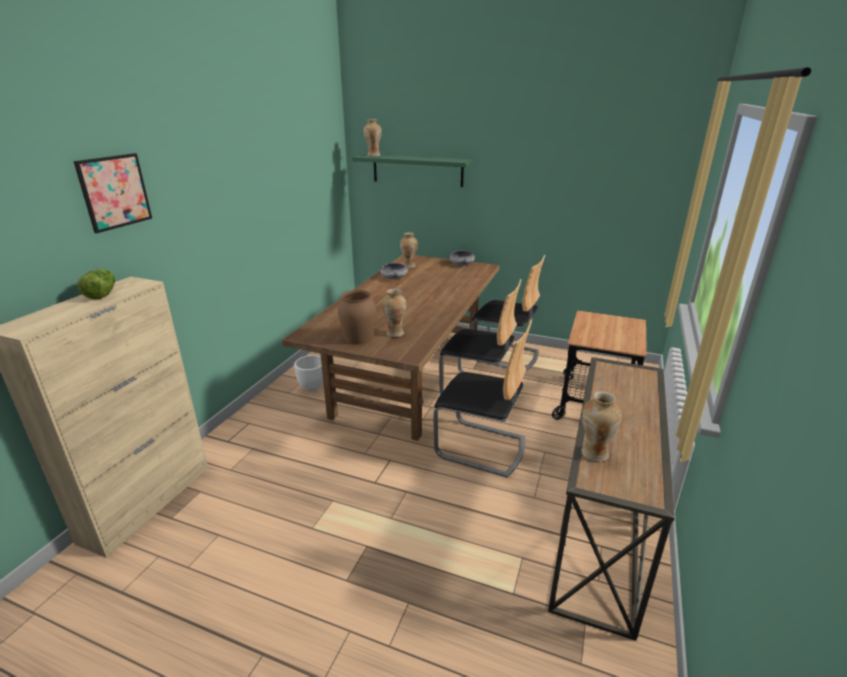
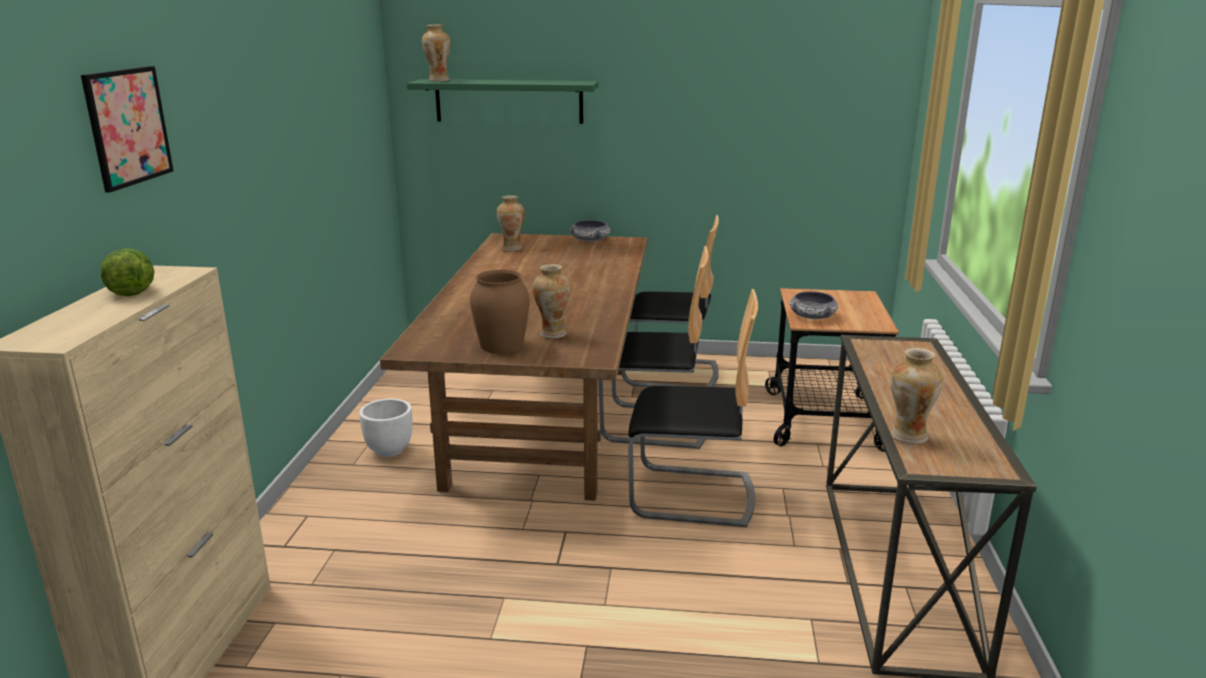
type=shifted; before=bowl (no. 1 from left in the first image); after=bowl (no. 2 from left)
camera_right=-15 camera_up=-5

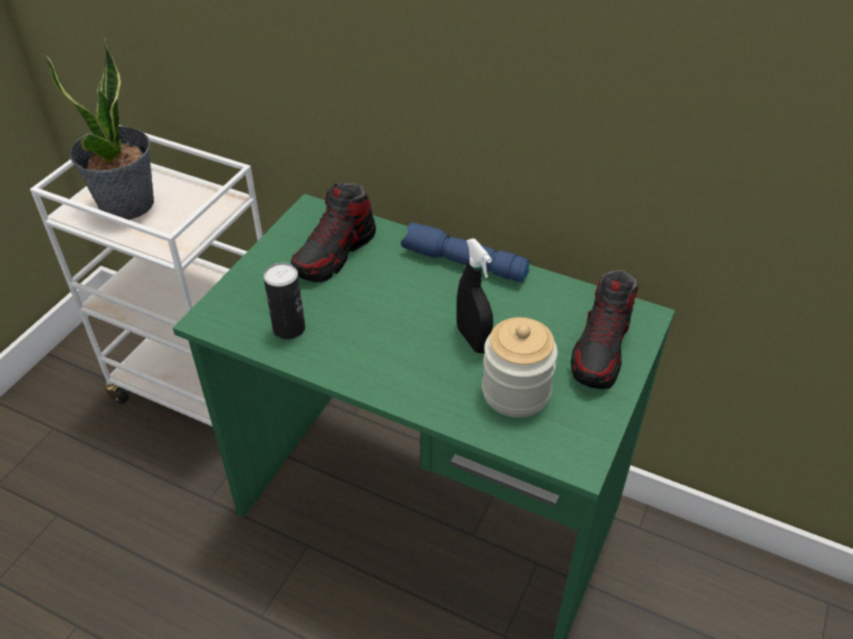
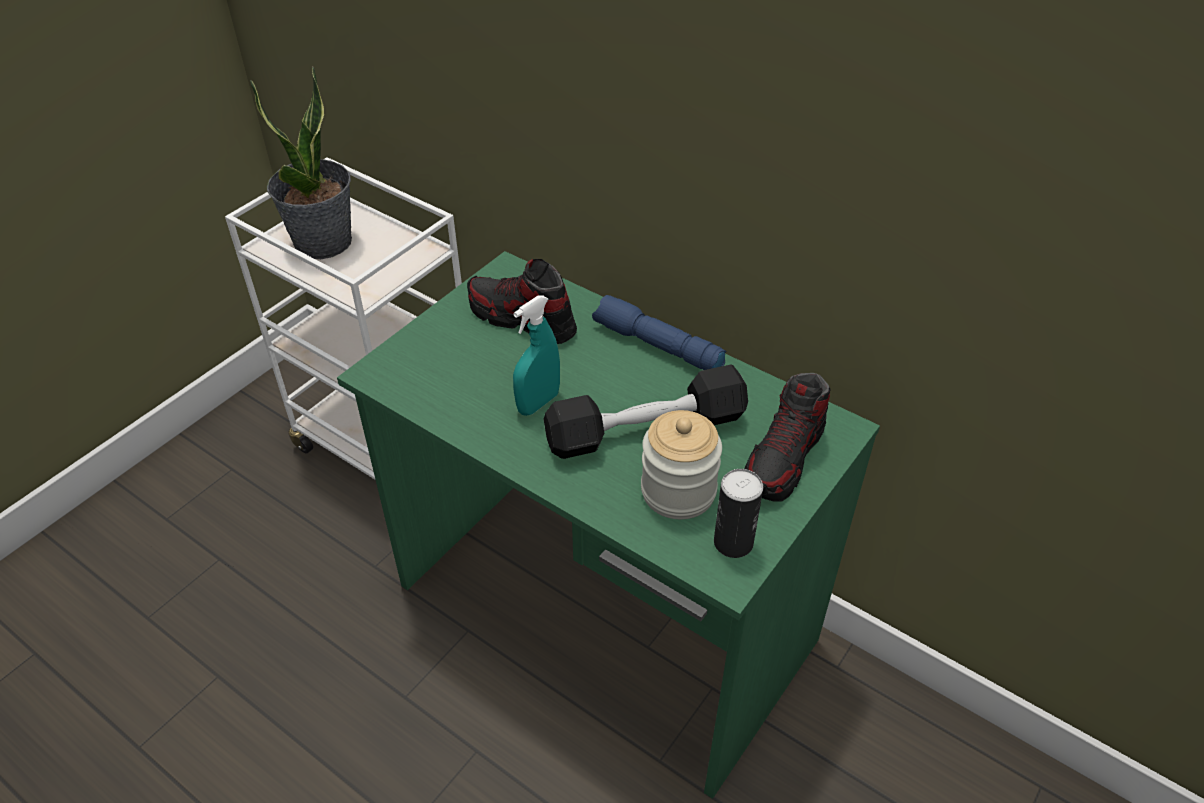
type=rotated; before=shoe (no. 1 from left); turn=75
type=new; after=turquoise spray bottle
type=swapped; before=blackish spray bottle; after=blackish free weight
type=shifted; before=metal can
camera_right=10 camera_up=0

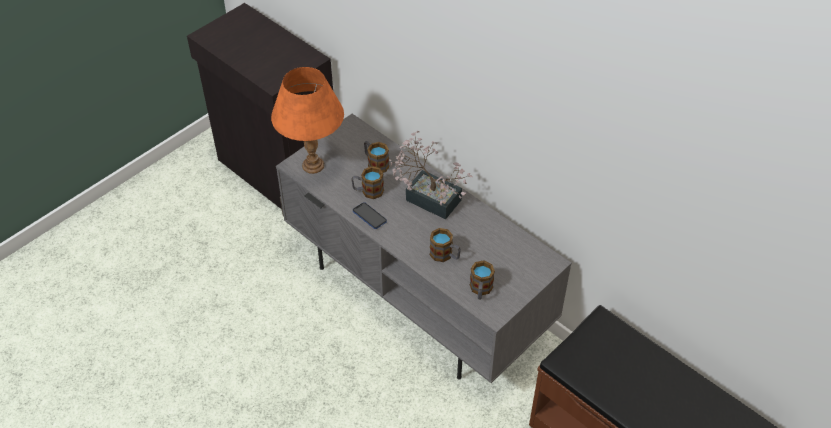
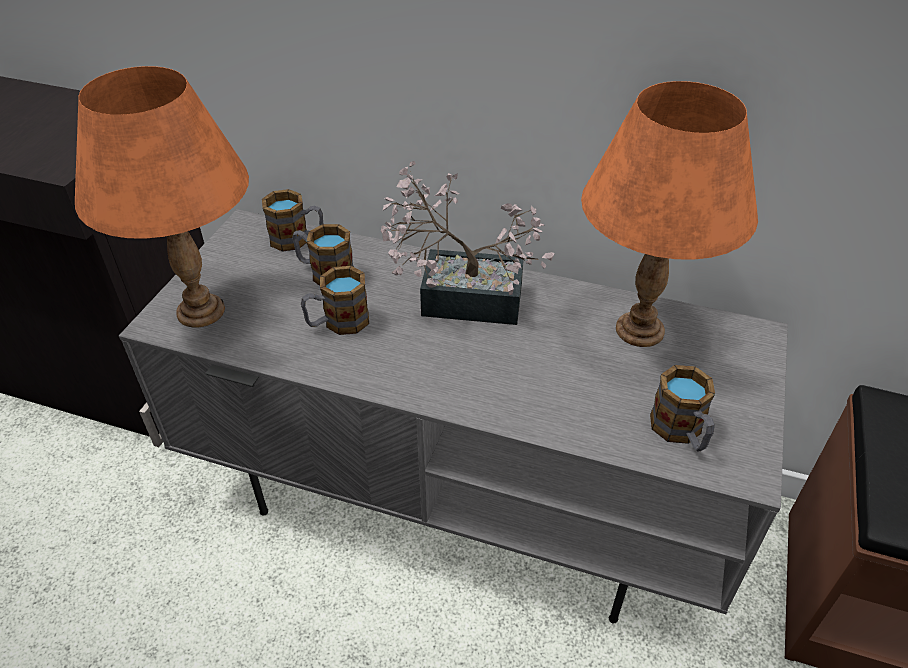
type=shifted; before=mug (no. 3 from left in the first image); after=mug (no. 1 from left)
type=new; after=orange lamp for a table (no. 2 from left)
type=gone; before=phone
camera_right=-25 camera_up=-5

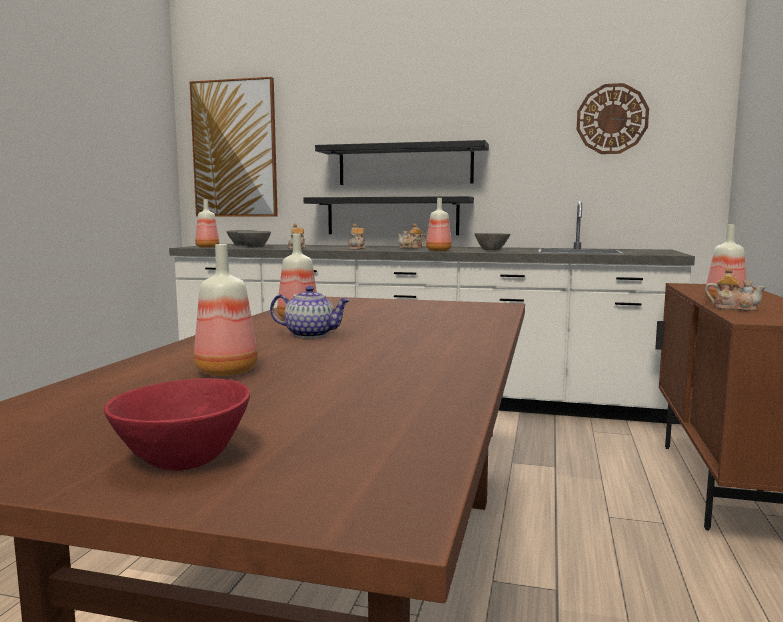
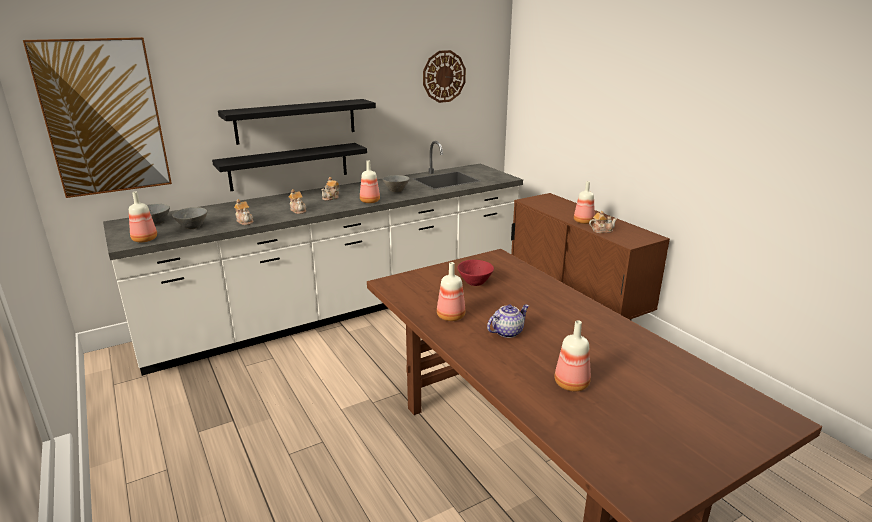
type=shifted; before=red-coloured bowl
camera_right=-45 camera_up=15

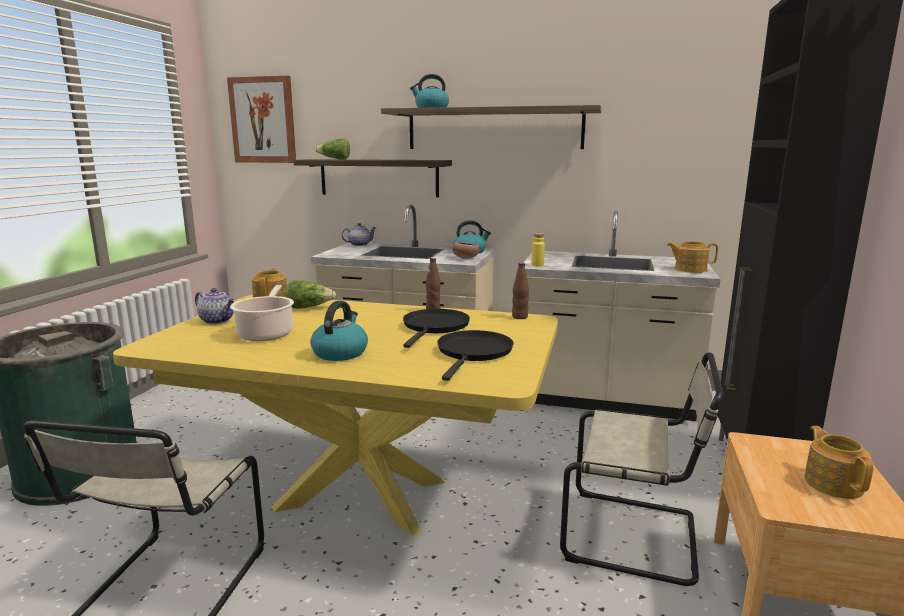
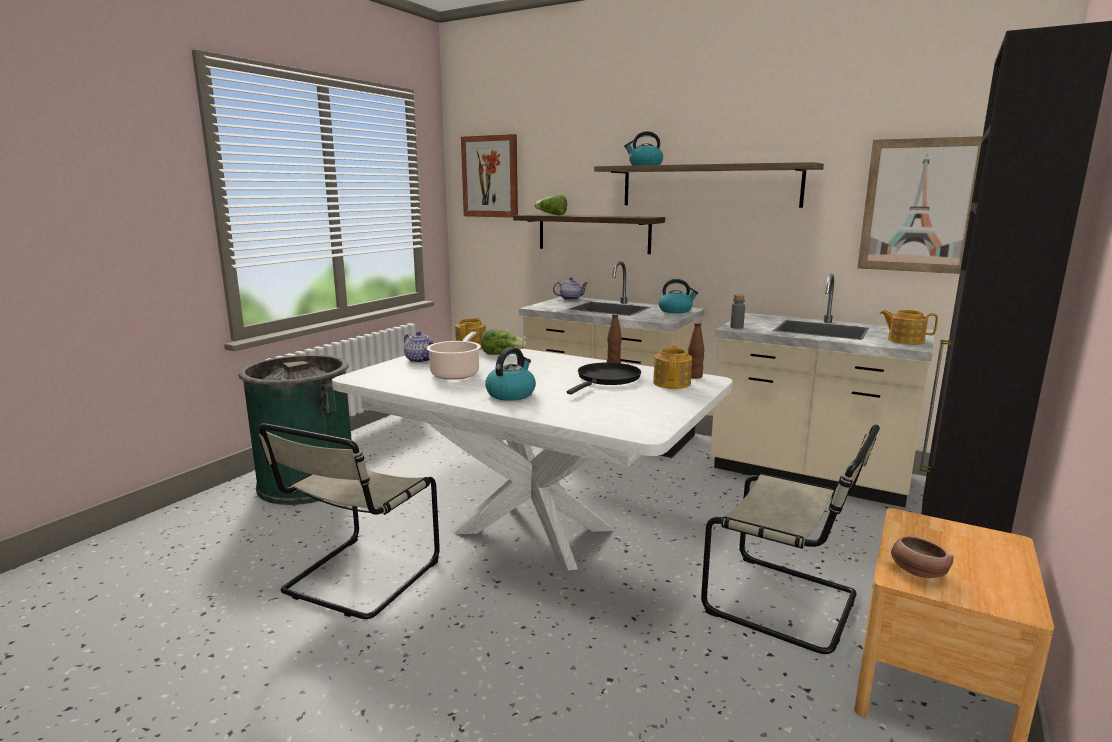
type=repainted; before=yellow-coloured kitchen table; after=white-coloured kitchen table
type=shifted; before=pot for tea (no. 5 from left in the first image); after=pot for tea (no. 4 from left)
type=repainted; before=yellow-coloured drink bottle; after=grey drink bottle
type=new; after=picture (no. 2 from left)
type=shifted; before=bowl
type=gone; before=blackish skillet (no. 2 from left)
camera_right=15 camera_up=0

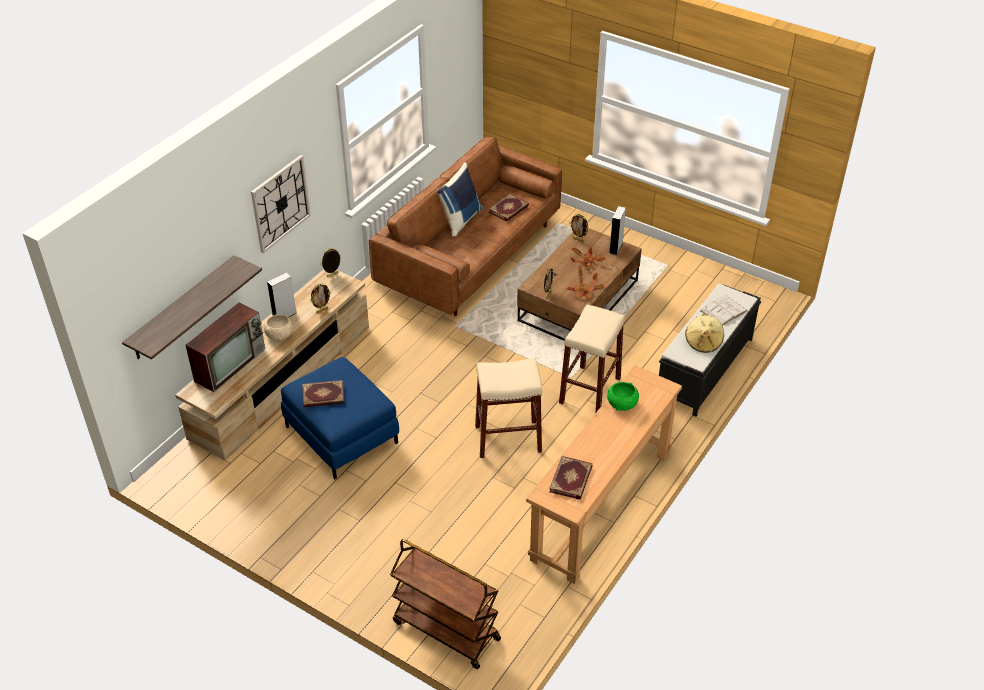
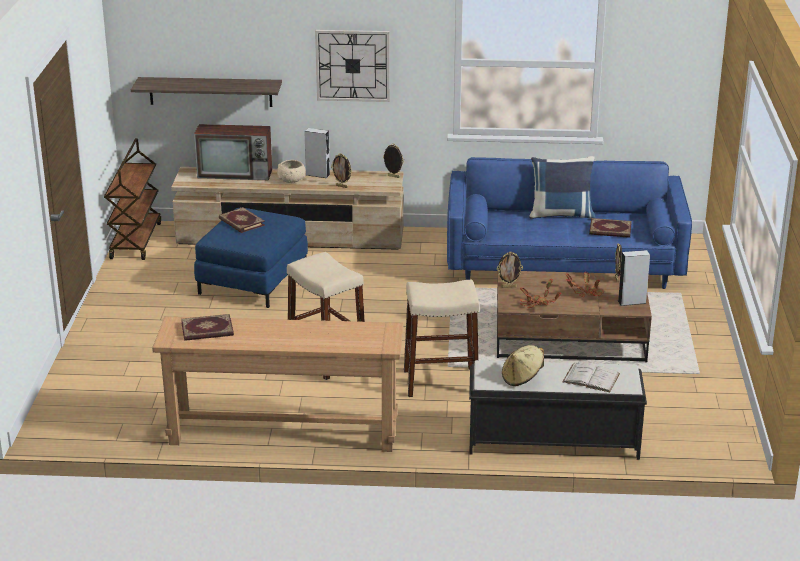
type=shifted; before=brownish trolley
type=repainted; before=brownish couch; after=blue-coloured couch
type=gone; before=green bowl
camera_right=60 camera_up=-15

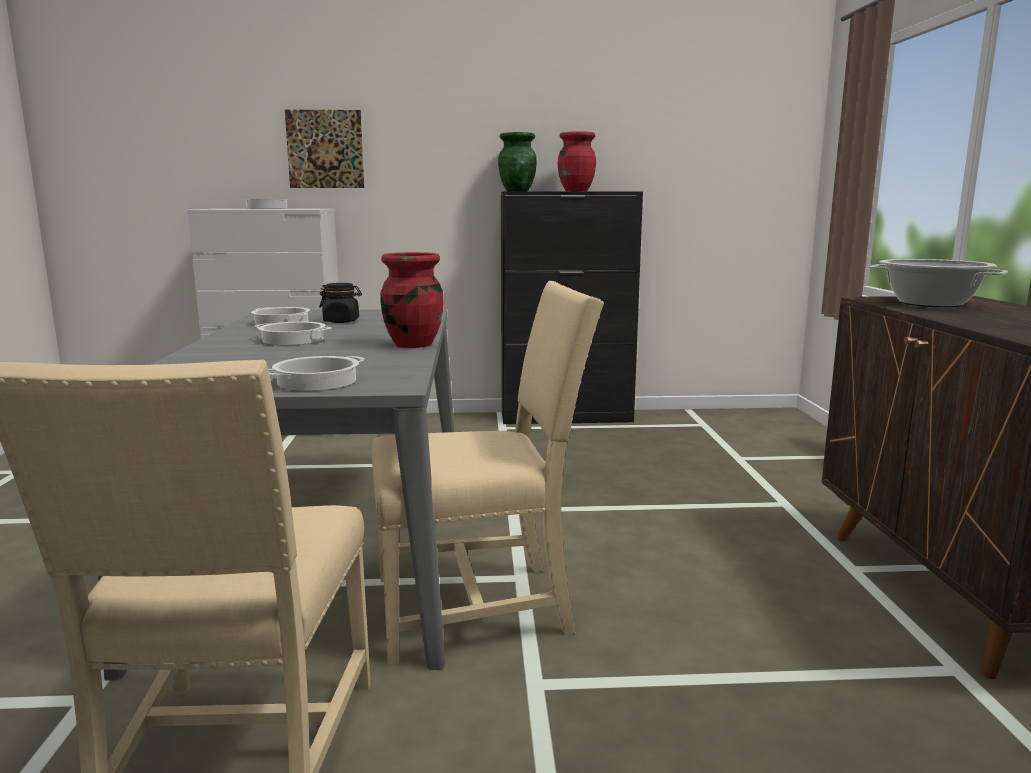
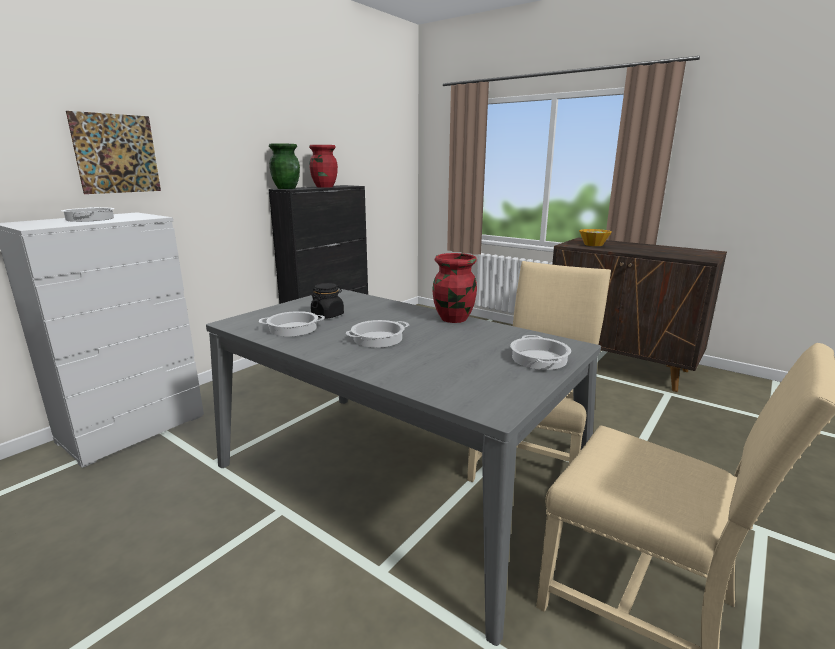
type=swapped; before=stockpot (no. 5 from left); after=bowl
camera_right=-50 camera_up=5

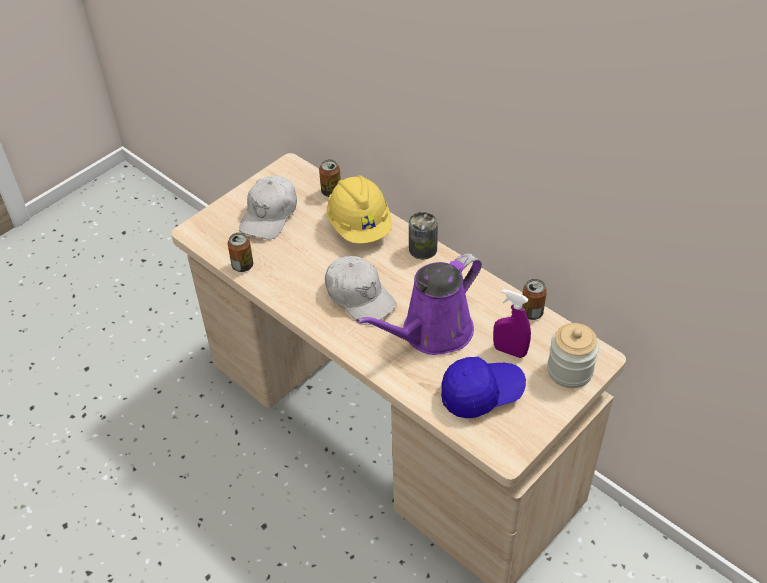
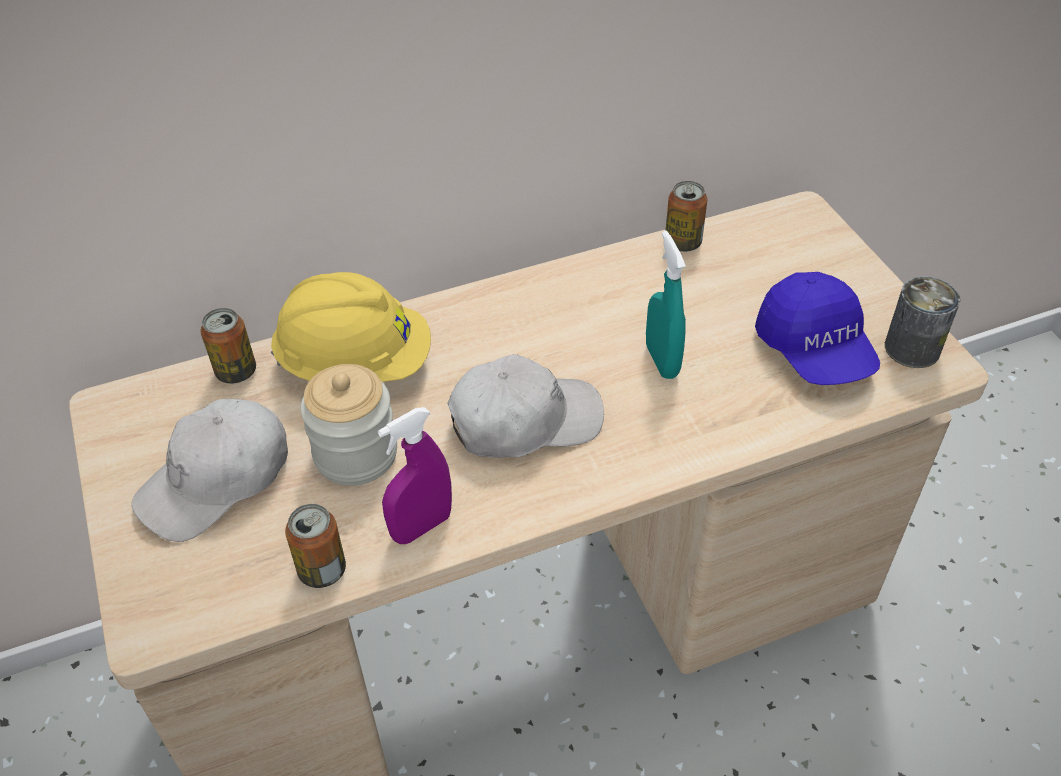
type=rotated; before=white-coloured cap (no. 1 from left); turn=90
type=shifted; before=preserve jar
type=shifted; before=purple spray bottle
type=swapped; before=purple sprinkling can; after=turquoise spray bottle
type=rotated; before=blue-coloured cap; turn=150
type=shifted; before=metal can (no. 3 from left in the first image); after=metal can (no. 4 from left)
camera_right=-65 camera_up=0

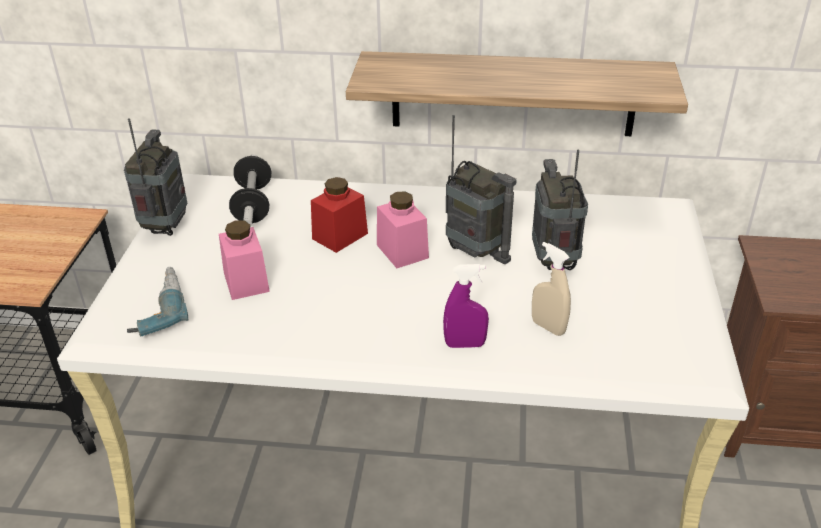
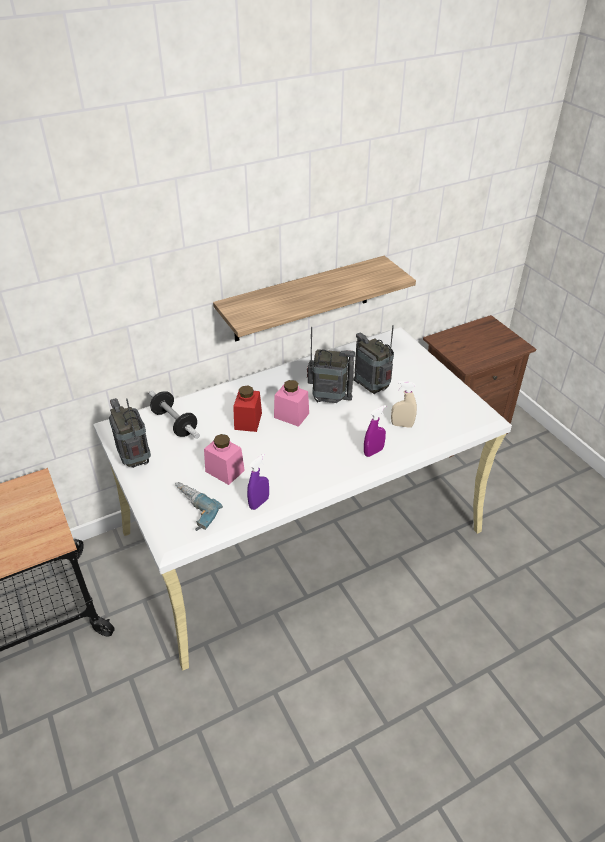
type=new; after=purple spray bottle (no. 1 from left)
camera_right=-35 camera_up=5

